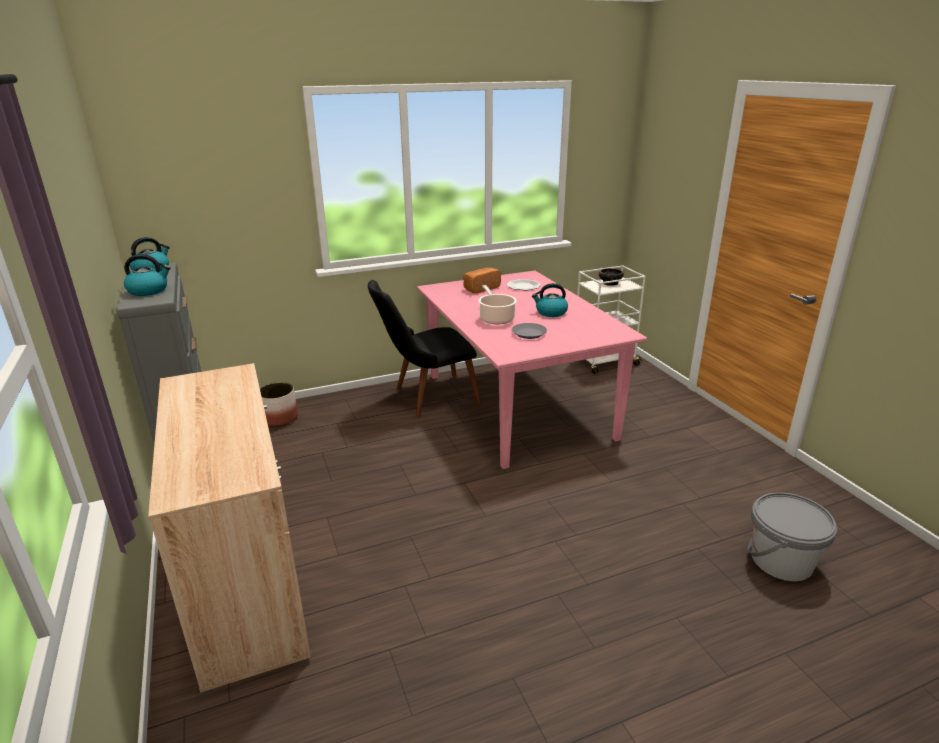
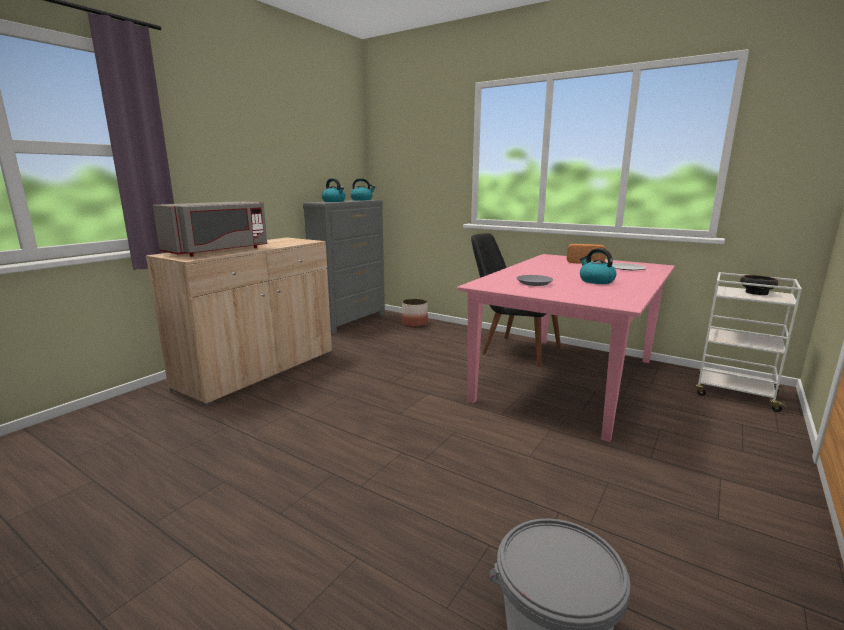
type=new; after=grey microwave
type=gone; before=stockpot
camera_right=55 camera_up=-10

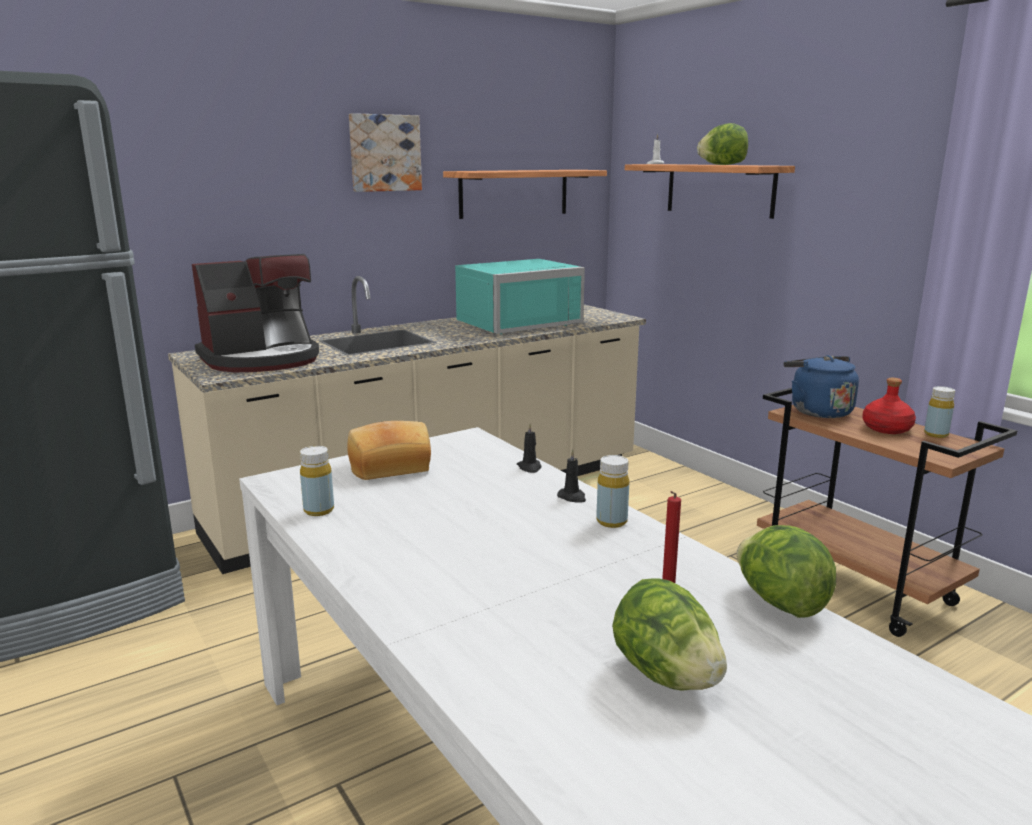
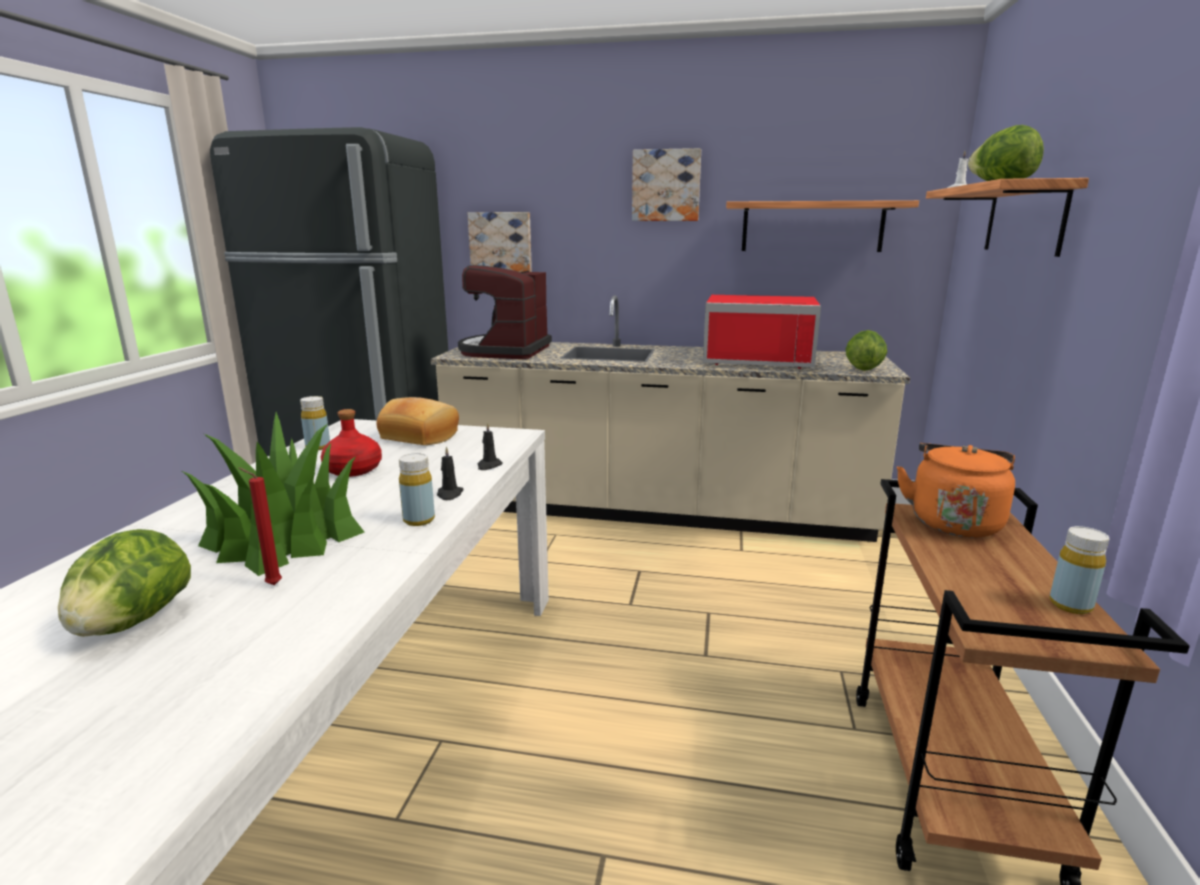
type=new; after=plant in a pot
type=shifted; before=red-coloured drink bottle
type=rotated; before=coffee maker; turn=90
type=new; after=picture (no. 1 from left)
type=repainted; before=turquoise microwave; after=red-coloured microwave
type=shifted; before=lettuce head (no. 3 from left in the first image); after=lettuce head (no. 2 from left)
type=repainted; before=blue-coloured water kettle; after=orange water kettle
camera_right=45 camera_up=0

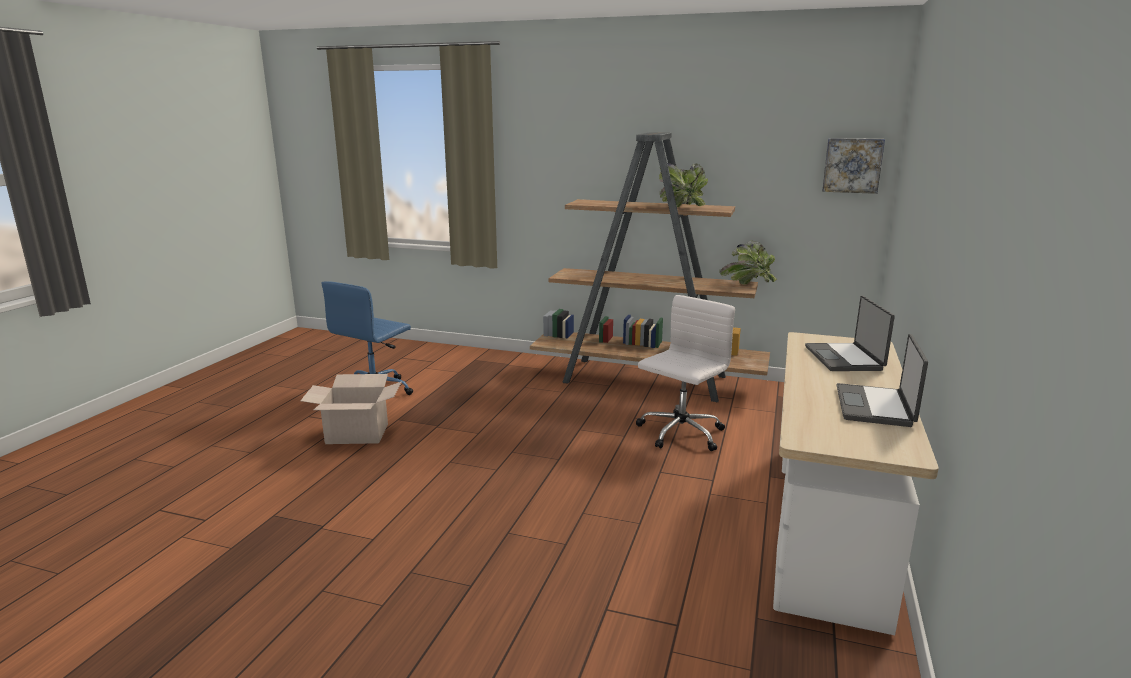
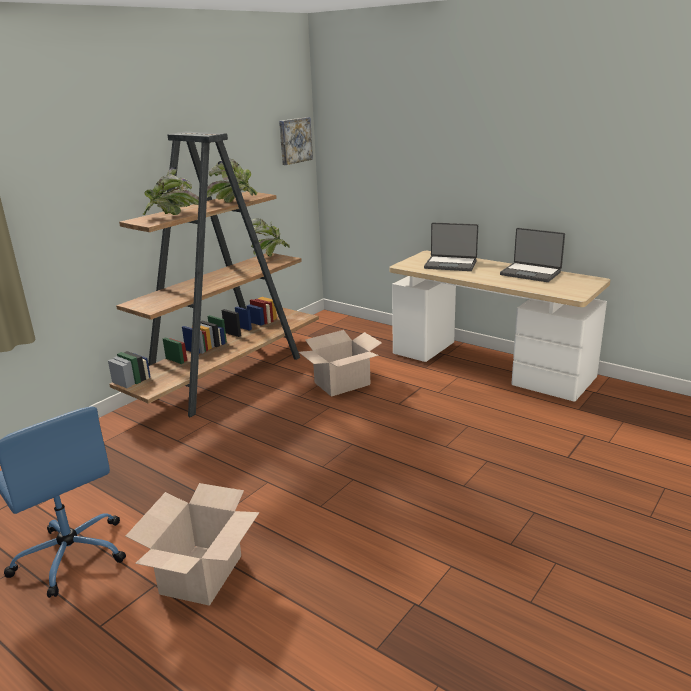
type=new; after=plant in a pot (no. 1 from left)
type=swapped; before=white-coloured desk chair; after=packing box (no. 2 from left)
camera_right=-70 camera_up=5

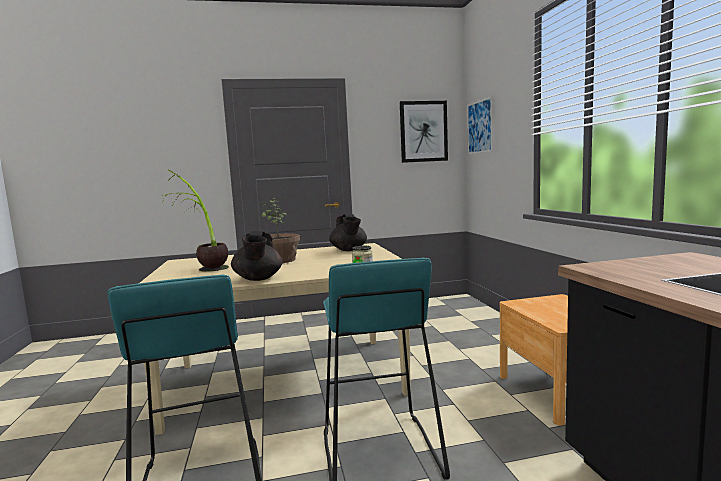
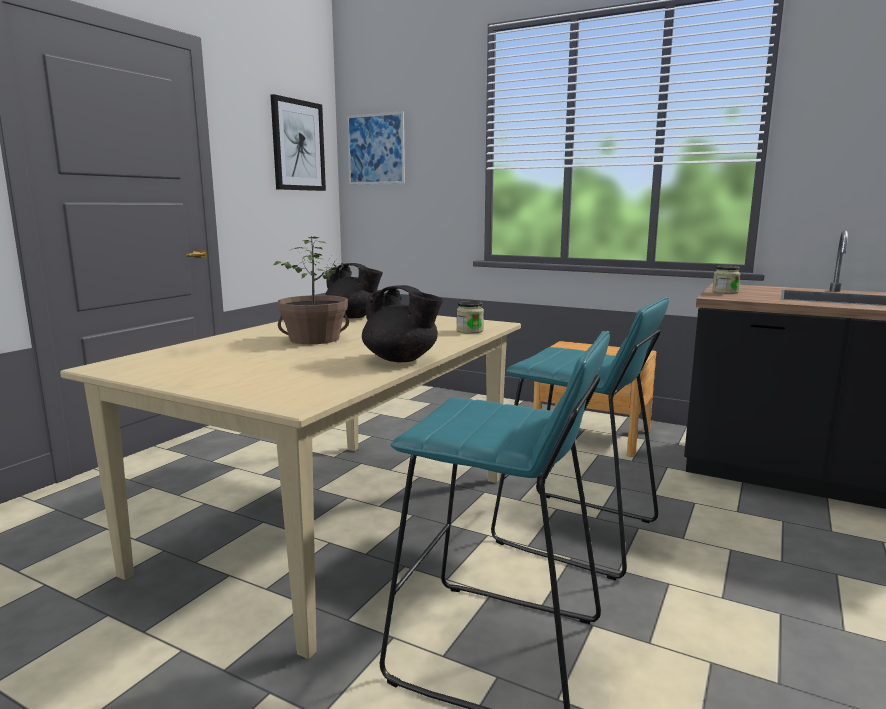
type=new; after=preserve jar (no. 2 from left)
type=gone; before=plant in a pot (no. 1 from left)
camera_right=-50 camera_up=5

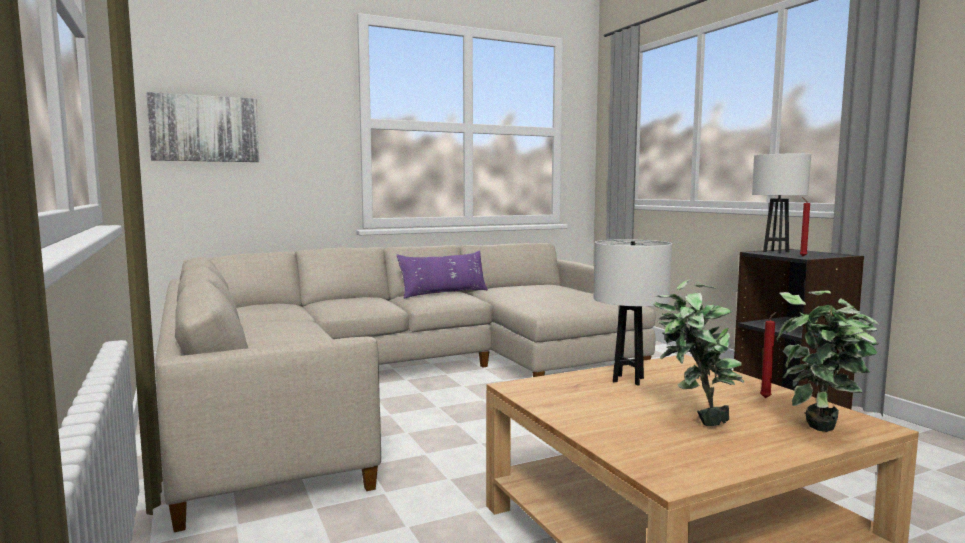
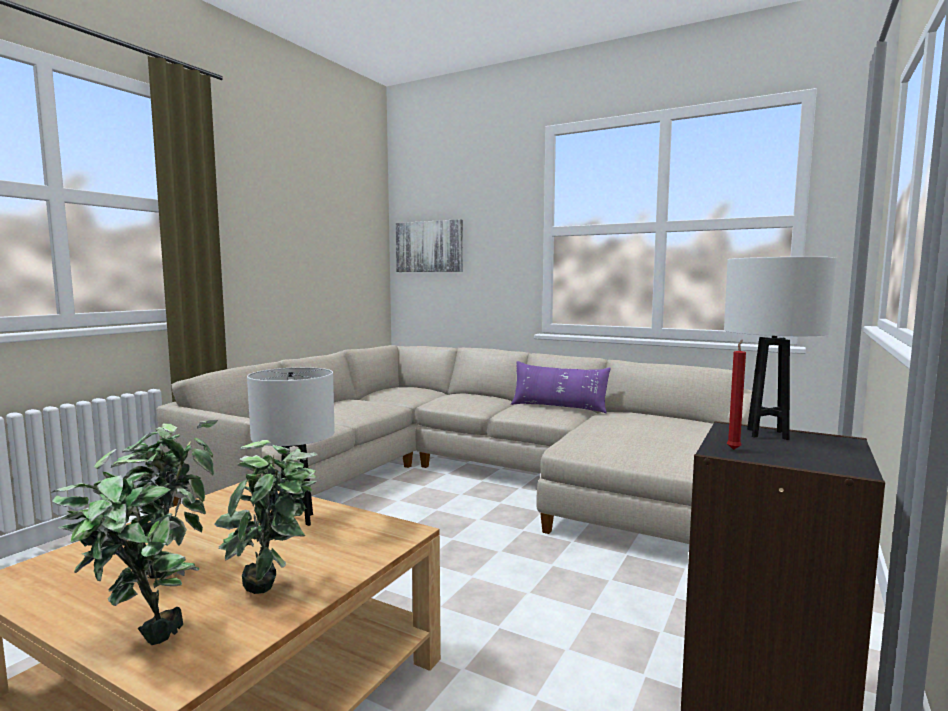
type=swapped; before=red-coloured wax candle (no. 1 from left); after=plant in a pot (no. 3 from left)
camera_right=55 camera_up=0

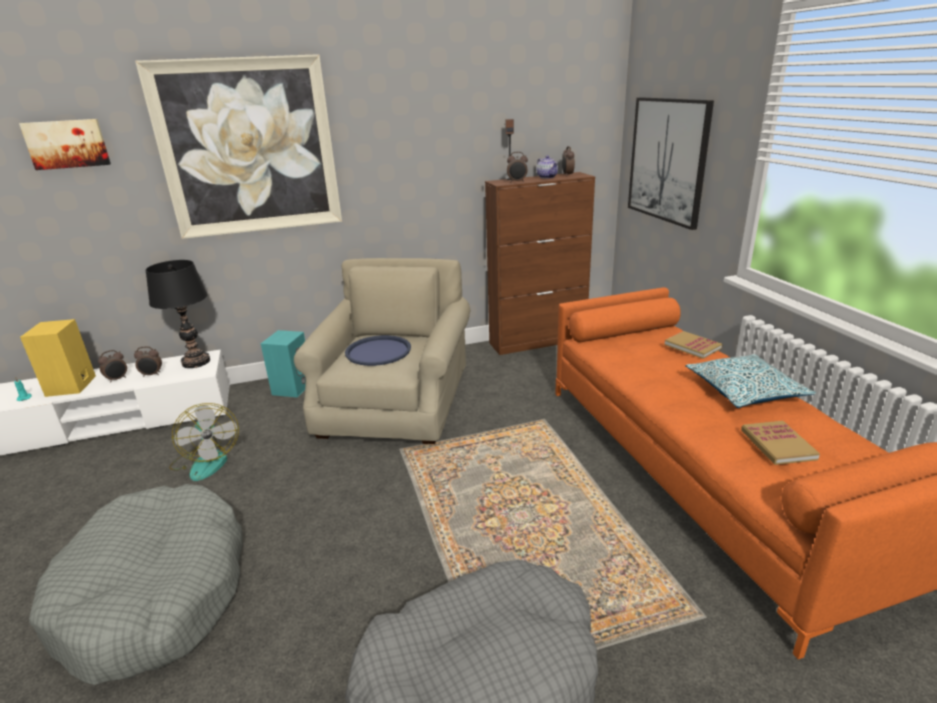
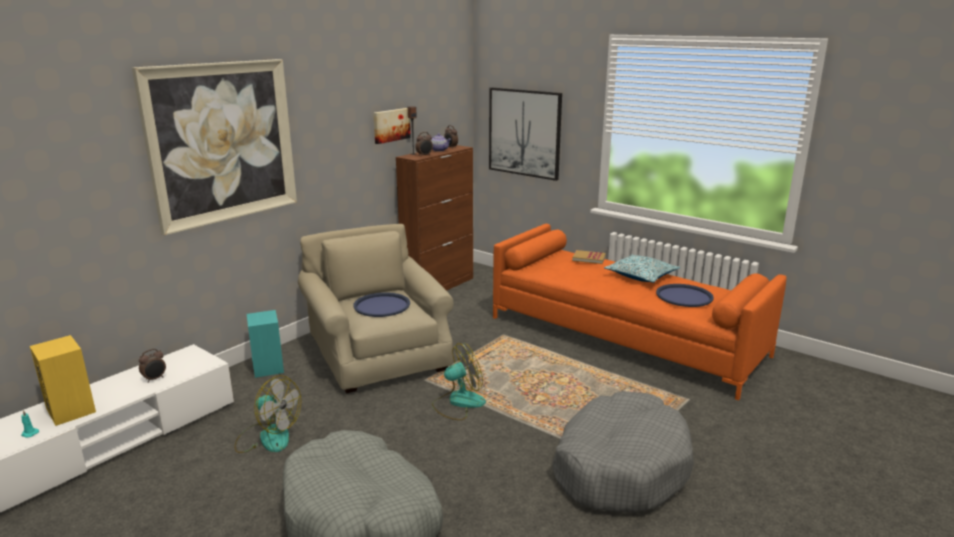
type=shifted; before=picture (no. 1 from left in the first image); after=picture (no. 2 from left)
type=new; after=fan (no. 2 from left)
type=swapped; before=bound book (no. 2 from left); after=blue-coloured carrying tray (no. 2 from left)
type=gone; before=table clock (no. 1 from left)
type=gone; before=blackish lamp for a table
camera_right=-35 camera_up=-5

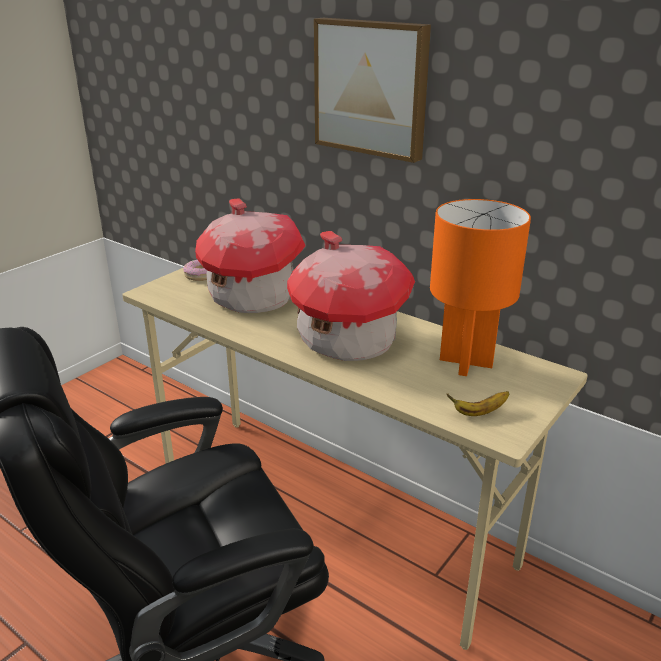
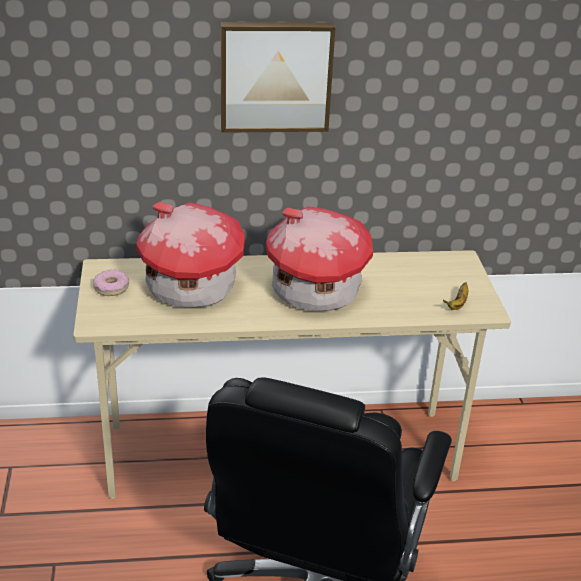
type=gone; before=orange lamp for a table
camera_right=-45 camera_up=5

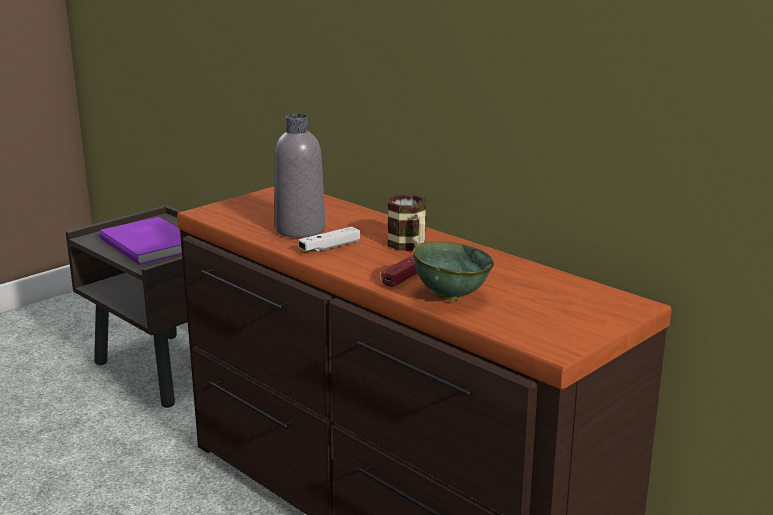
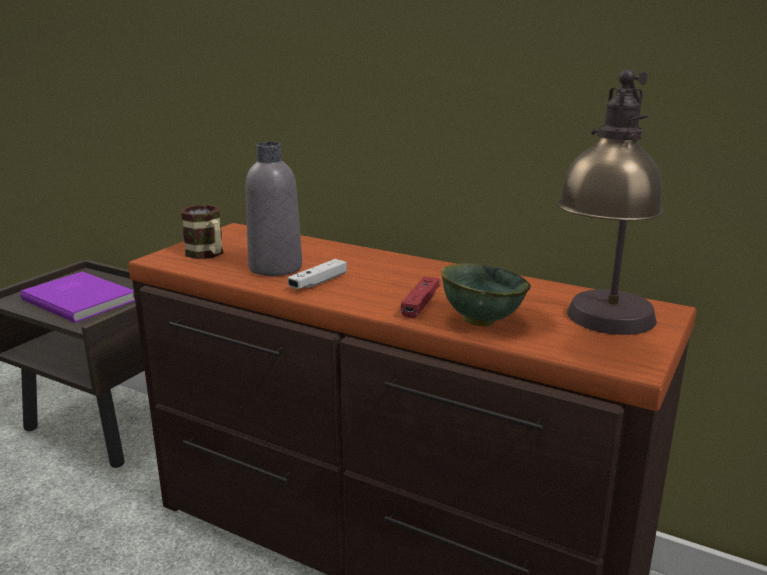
type=shifted; before=mug
type=new; after=lamp for a table
camera_right=-15 camera_up=0

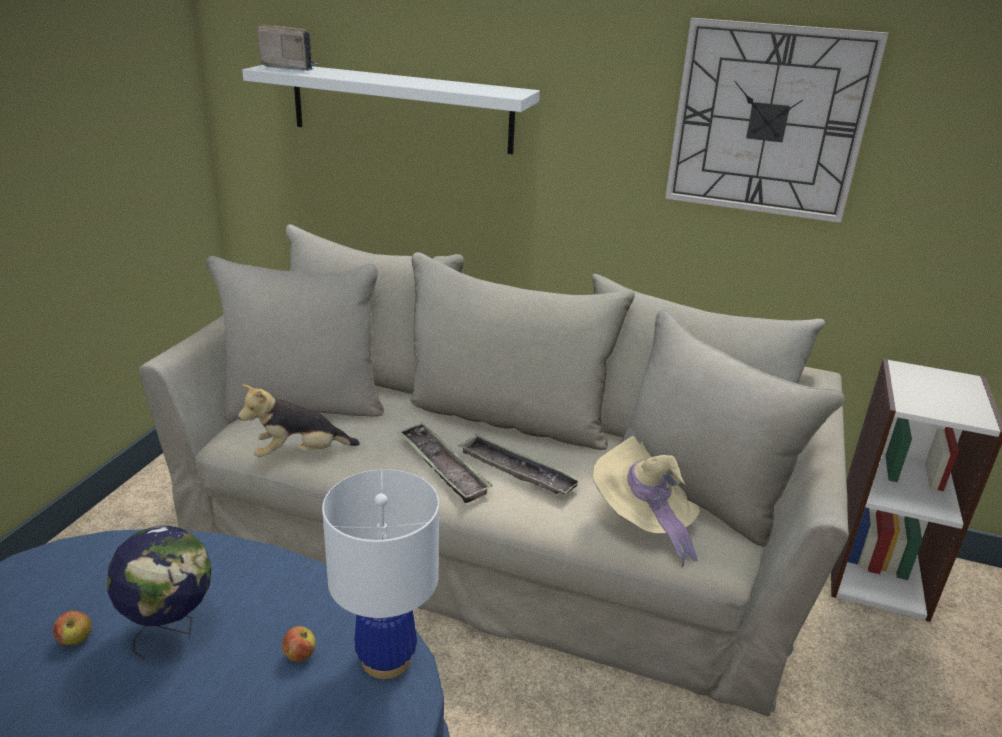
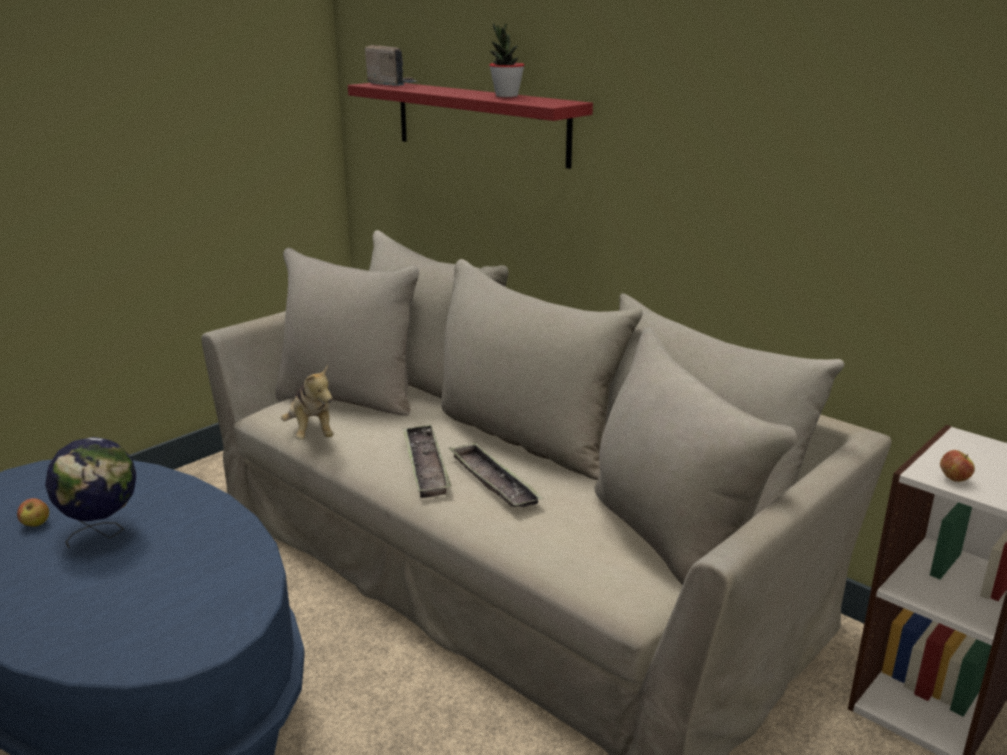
type=rotated; before=plush toy; turn=-120
type=repainted; before=white-coloured shelf; after=red-coloured shelf
type=new; after=plant in a pot
type=shifted; before=apple (no. 2 from left)
type=gone; before=white-coloured lamp for a table
type=gone; before=beige hat
type=gone; before=wall clock
camera_right=25 camera_up=-5

